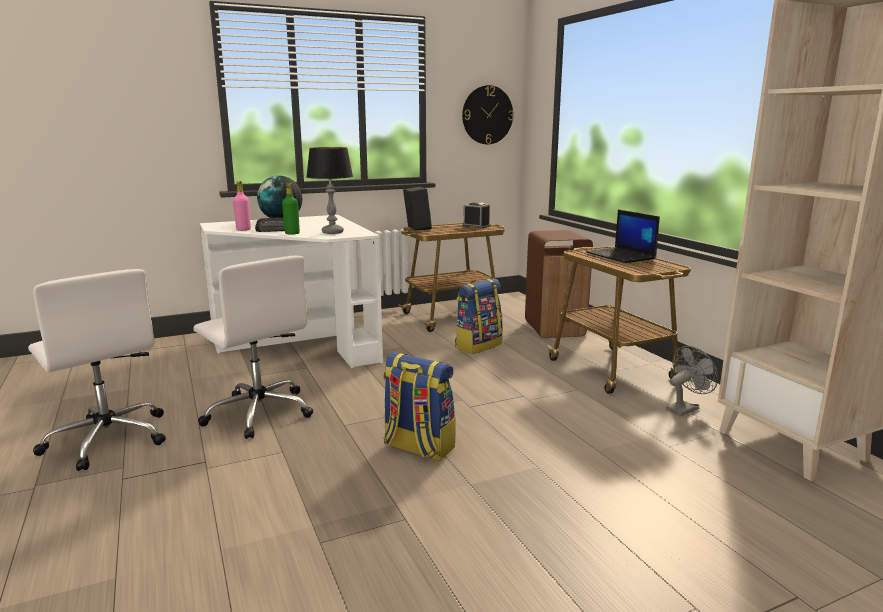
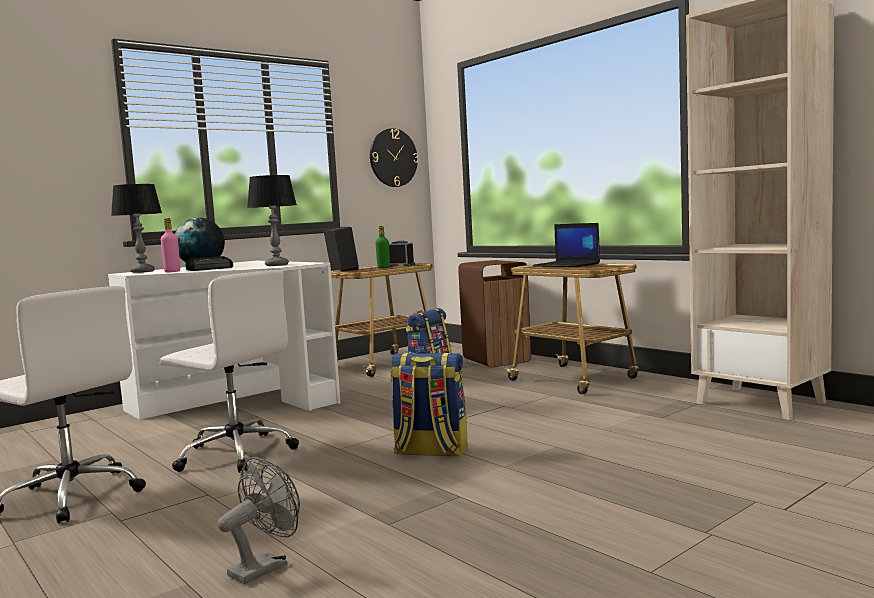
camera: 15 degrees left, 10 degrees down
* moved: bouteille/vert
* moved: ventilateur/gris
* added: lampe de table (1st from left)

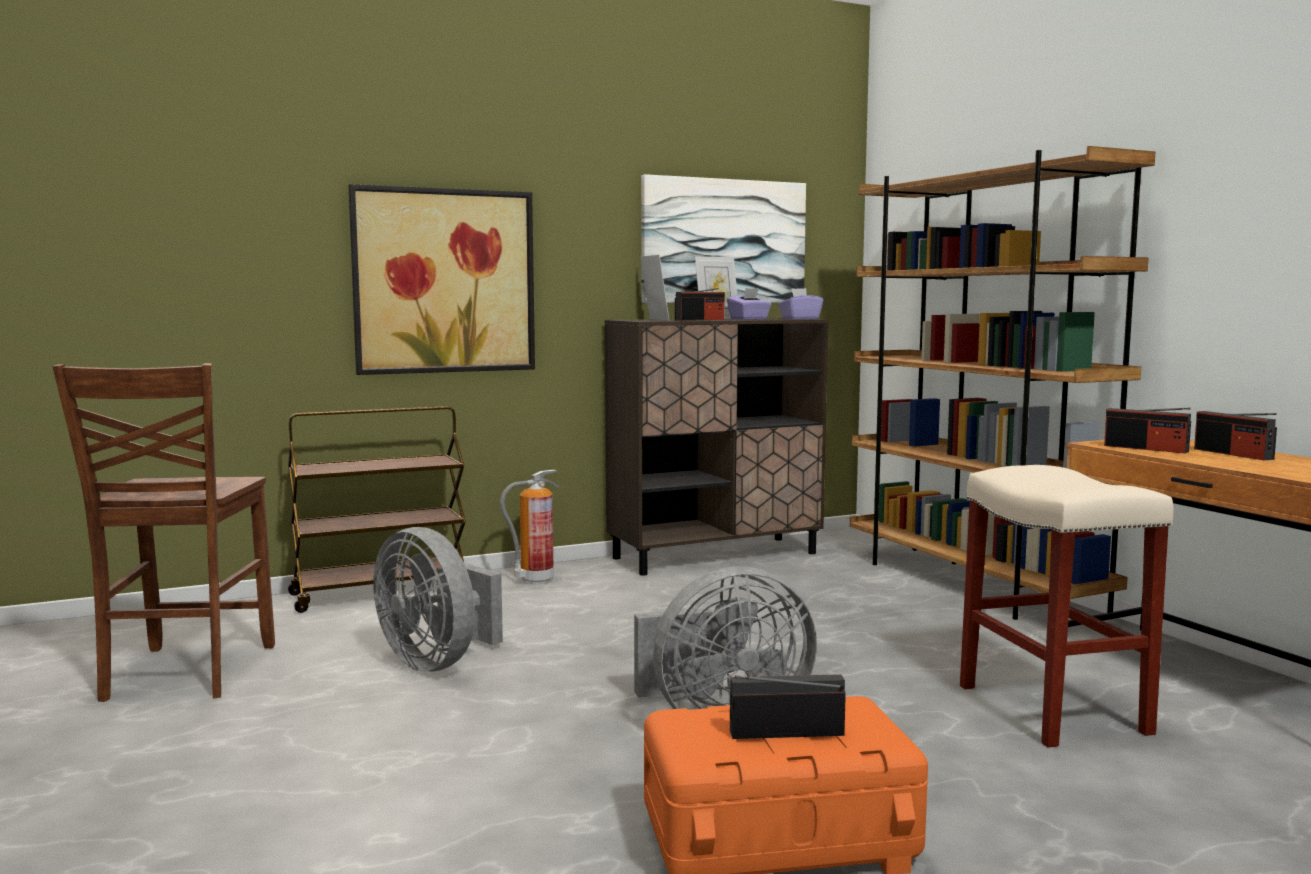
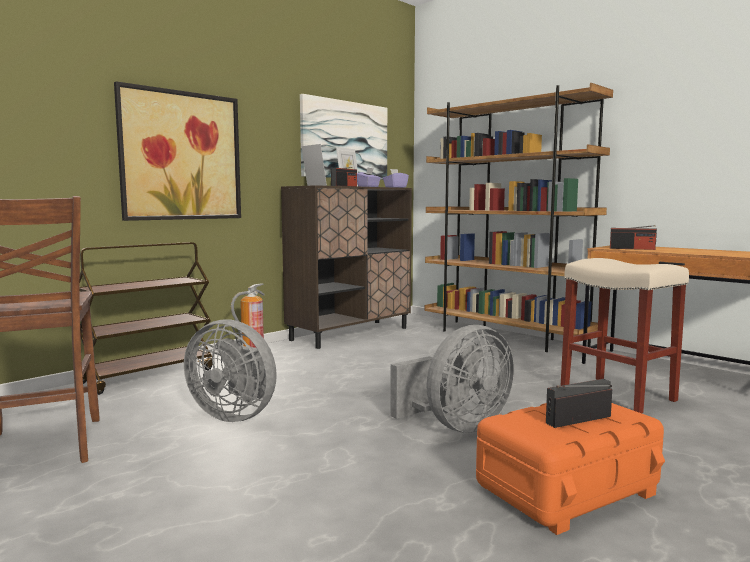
camera: 20 degrees left, 0 degrees up
* removed: radio (4th from left)

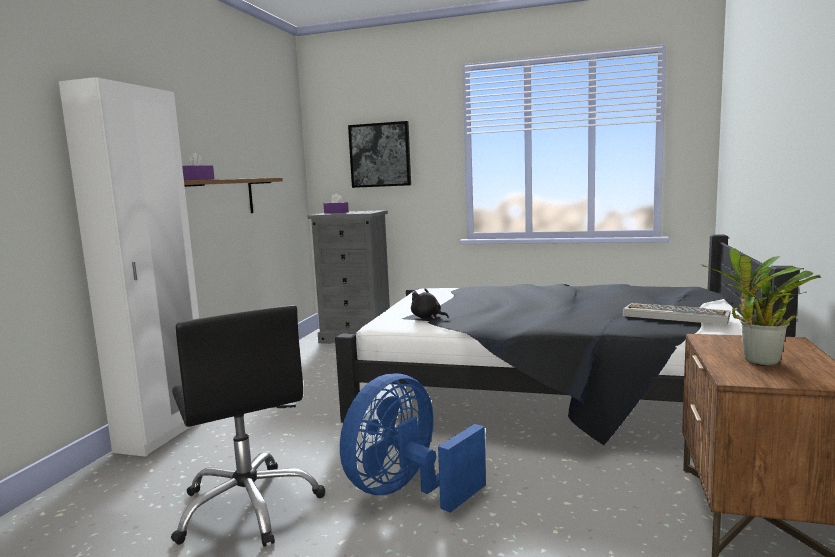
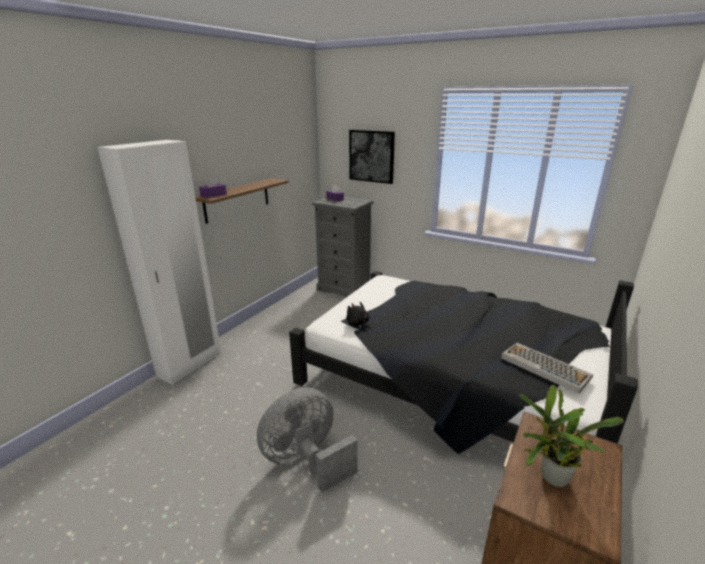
camera: 15 degrees right, 15 degrees up
* removed: chaise de bureau/noir
* recoloured: ventilateur/bleu to ventilateur/gris

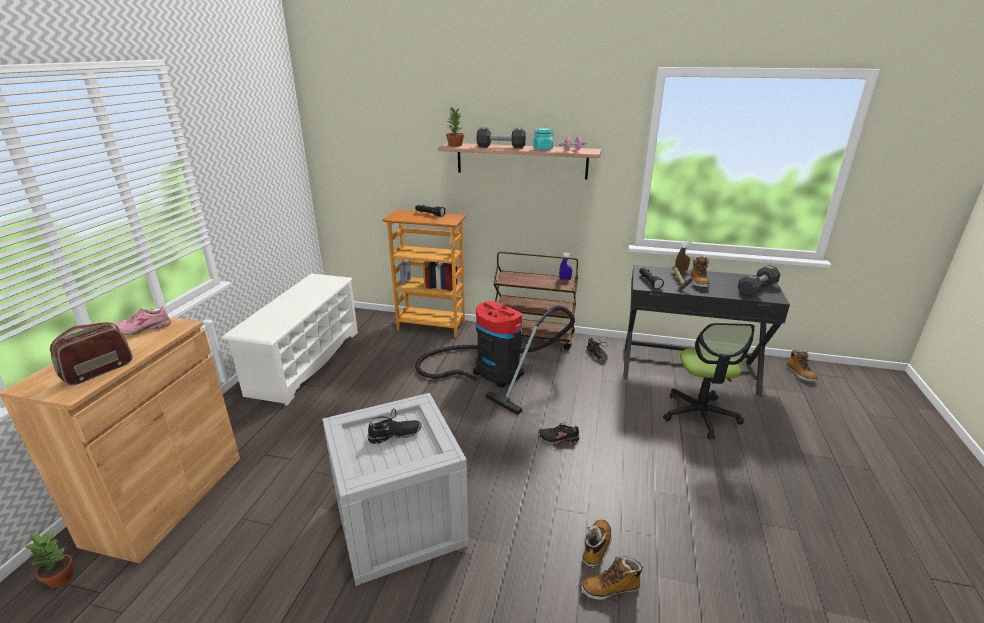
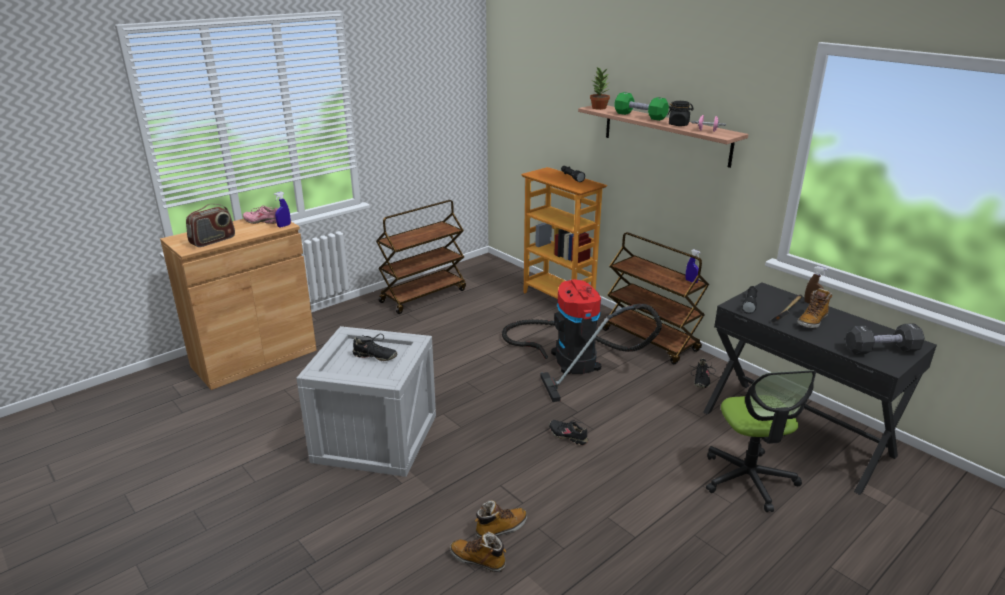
camera: 35 degrees right, 0 degrees up
* recoloured: haltère/noir (1st from left) to haltère/vert
* recoloured: bocal/turquoise to bocal/noir
* replaced: étagère à chaussures/blanc to chariot/marron (1st from left)
* turned: radio 150 degrees clockwise
* turned: chaise de bureau 45 degrees counterclockwise
* removed: botte (4th from left)
* removed: plante en pot (1st from left)
* added: vaporisateur/bleu (1st from left)

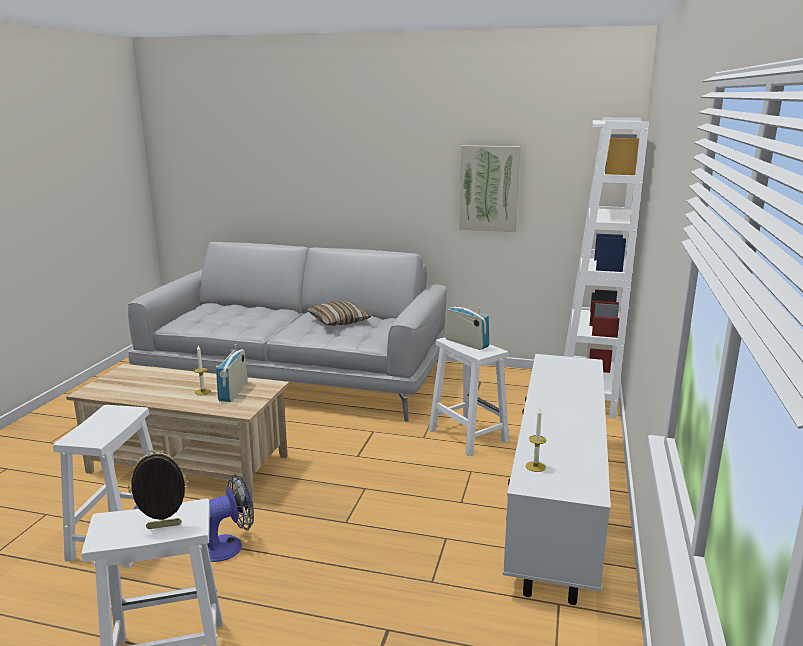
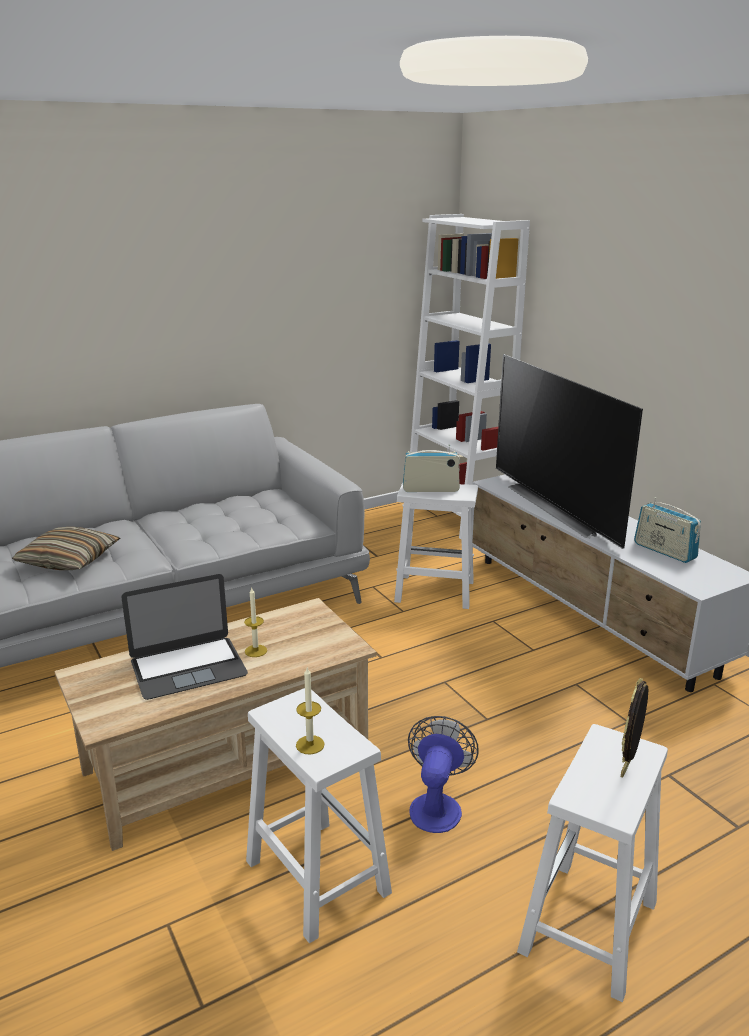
camera: 45 degrees left, 5 degrees up
* removed: tableau
* moved: coussin
* moved: radio (1st from left in the first image) to radio (2nd from left)
* moved: bougie (2nd from left)
* added: téléviseur
* added: ordinateur portable

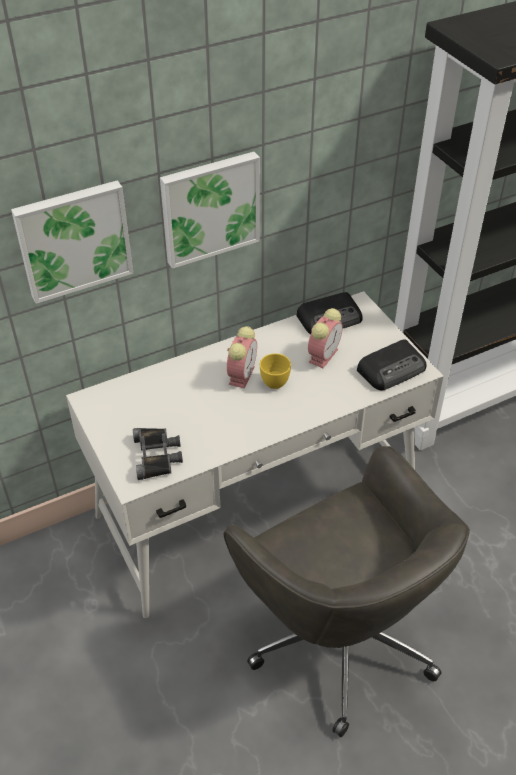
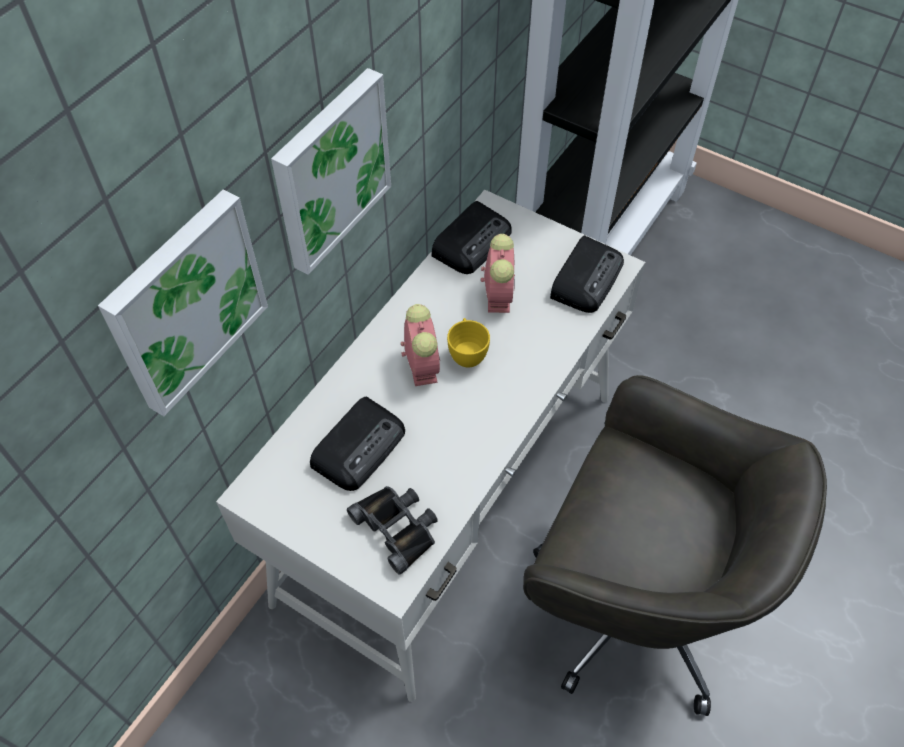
camera: 30 degrees left, 10 degrees up
* added: radio (1st from left)

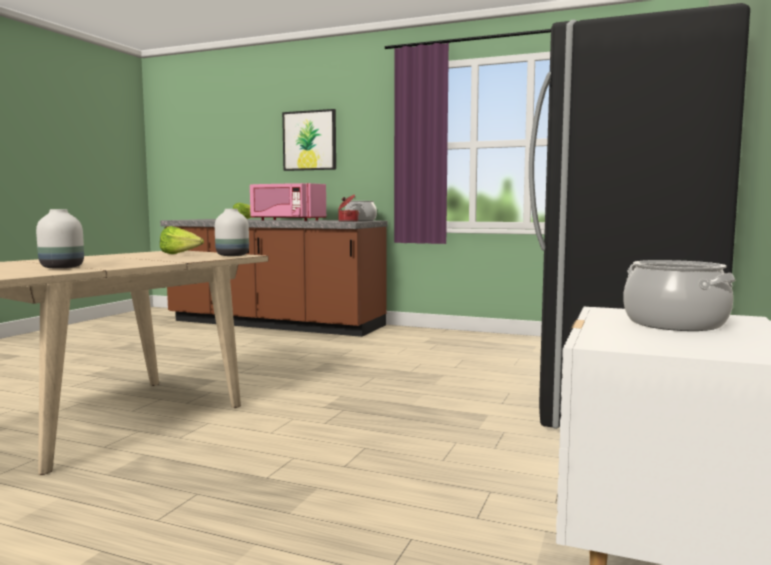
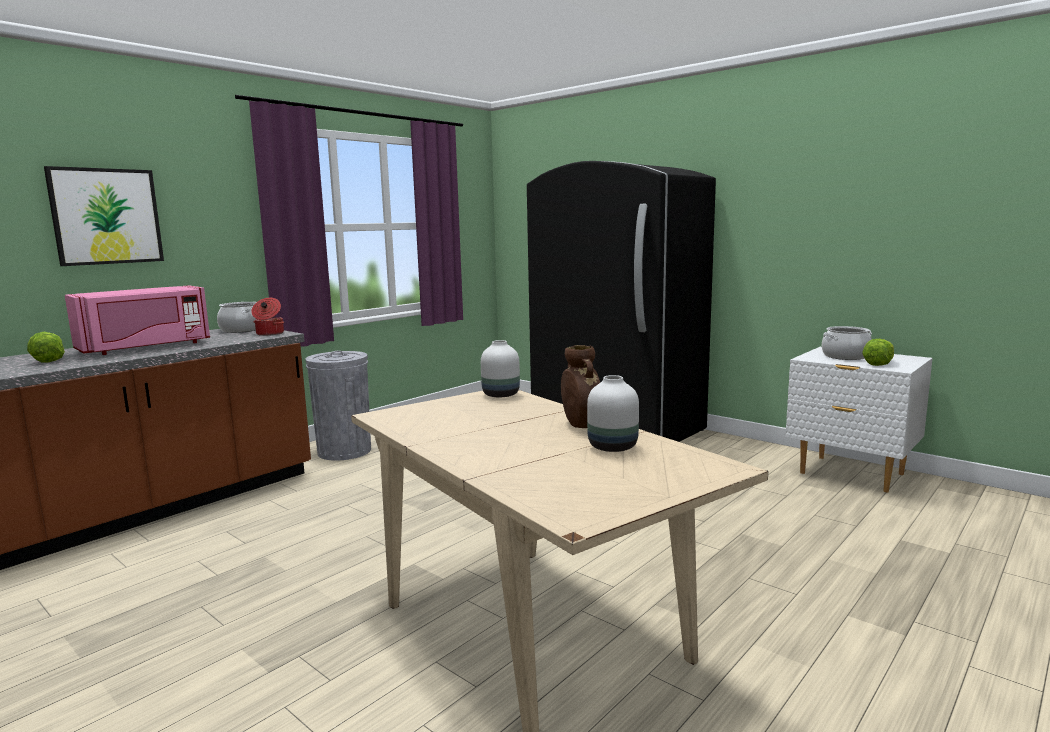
camera: 70 degrees left, 5 degrees up
* moved: laitue (1st from left in the first image) to laitue (2nd from left)
* added: vase/marron
* added: poubelle/gris

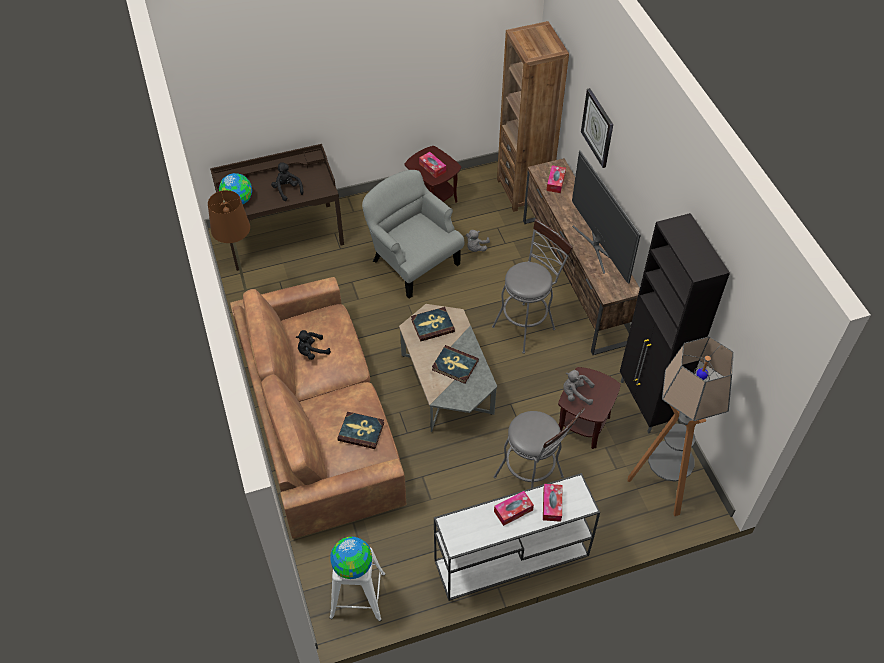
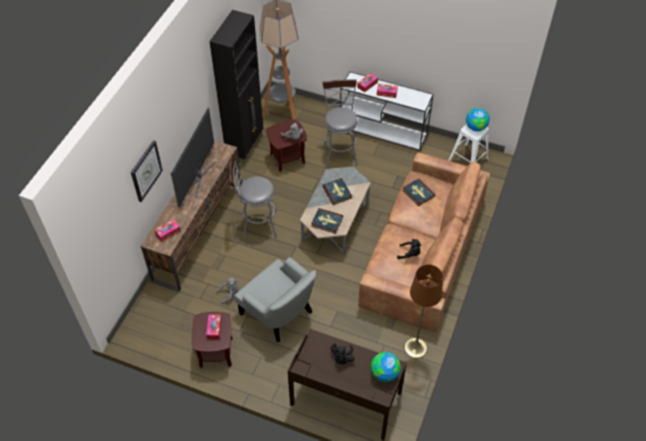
camera: 140 degrees left, 0 degrees up
* removed: bibliothèque/marron
* turned: fauteuil/gris 45 degrees counterclockwise

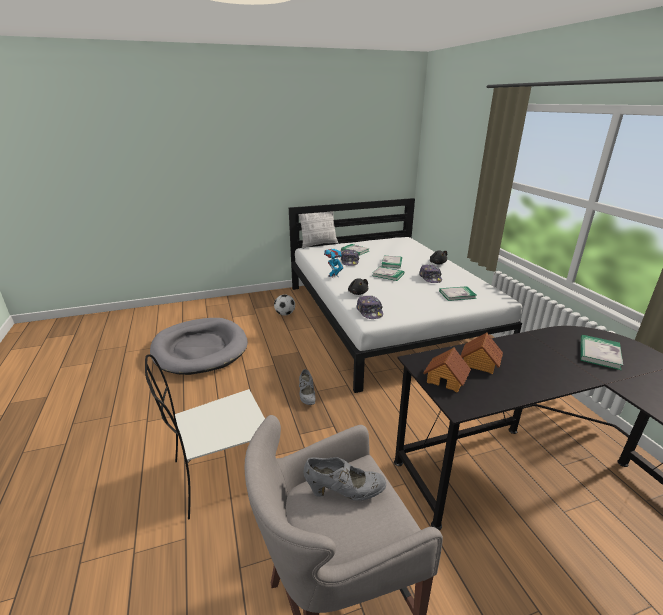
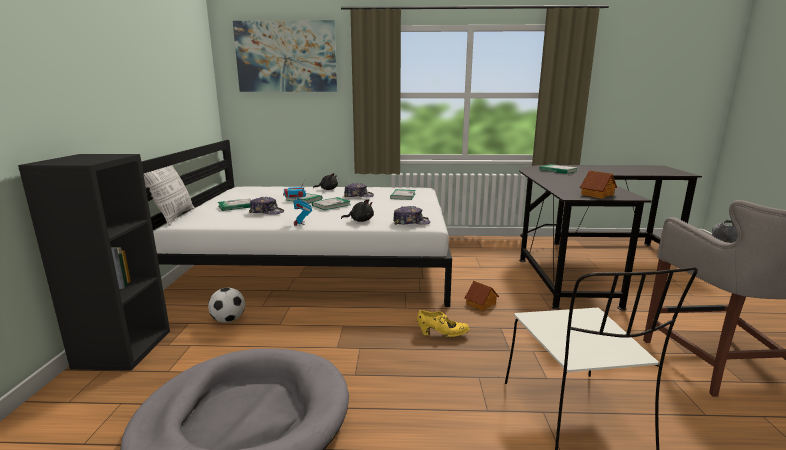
camera: 70 degrees left, 10 degrees down
* moved: maison miniature (2nd from left in the first image) to maison miniature (1st from left)
* recoloured: chaussure/gris (1st from left) to chaussure/jaune
* added: tableau
* added: bibliothèque/noir

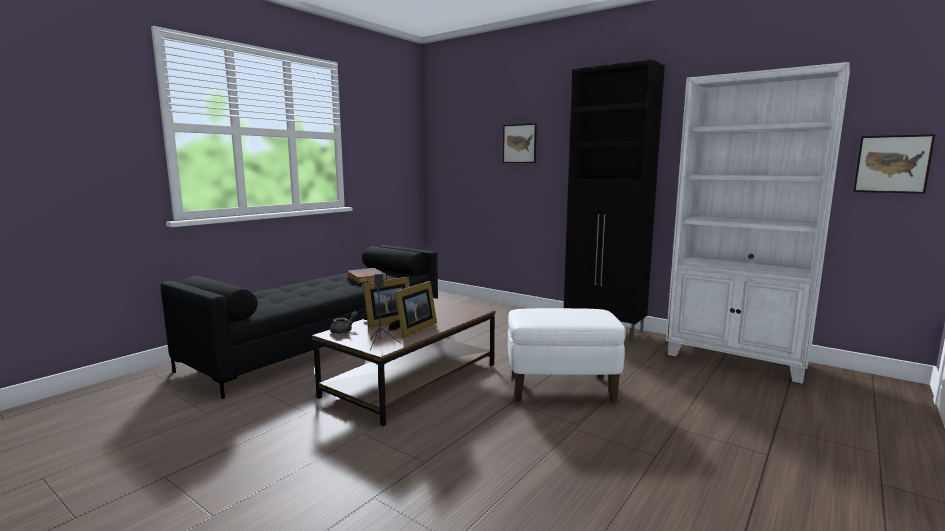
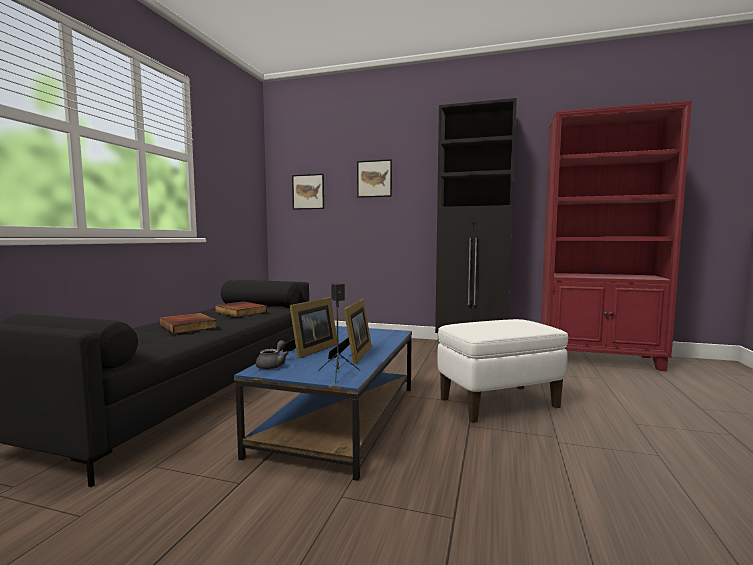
camera: 20 degrees left, 5 degrees down
* recoloured: bibliothèque/blanc to bibliothèque/rouge
* moved: tableau (2nd from left in the first image) to tableau (1st from left)
* recoloured: table basse/marron to table basse/bleu
* added: livre (1st from left)

